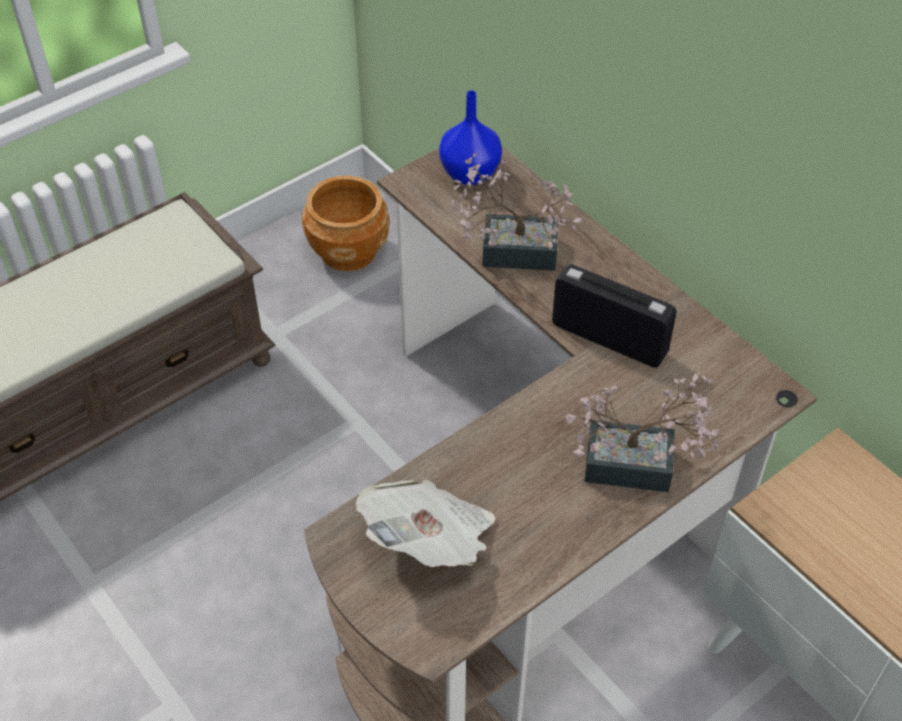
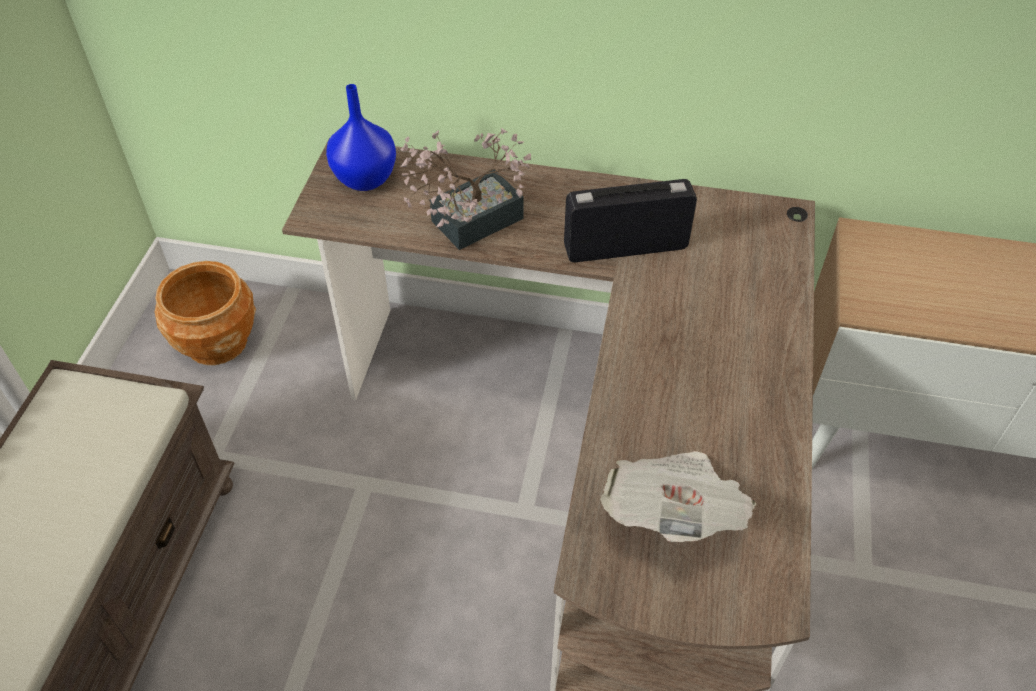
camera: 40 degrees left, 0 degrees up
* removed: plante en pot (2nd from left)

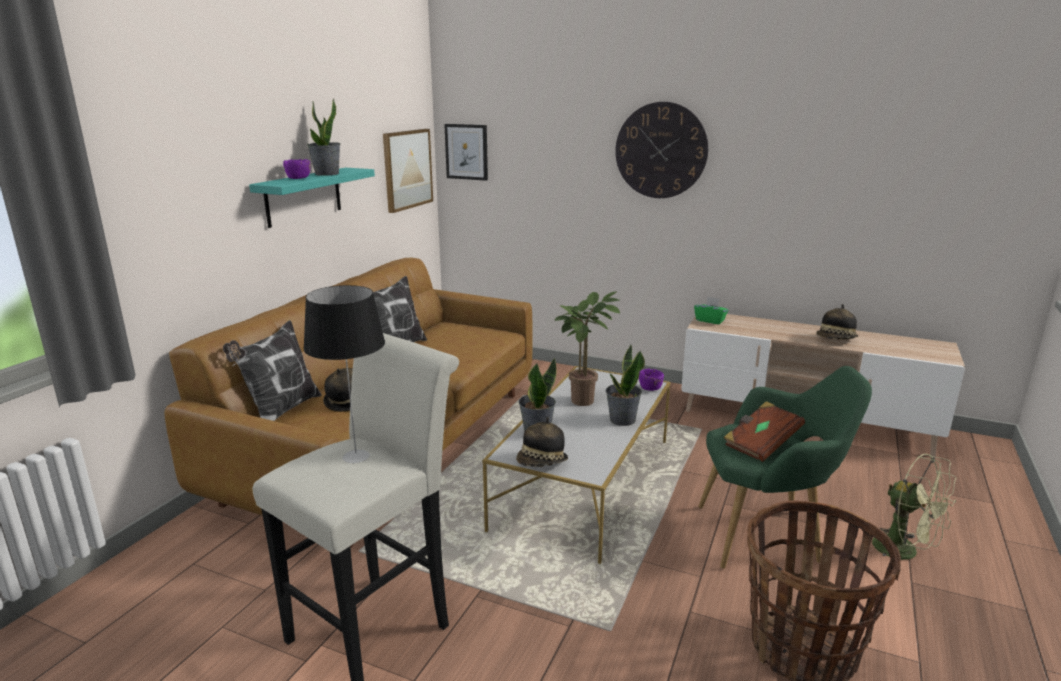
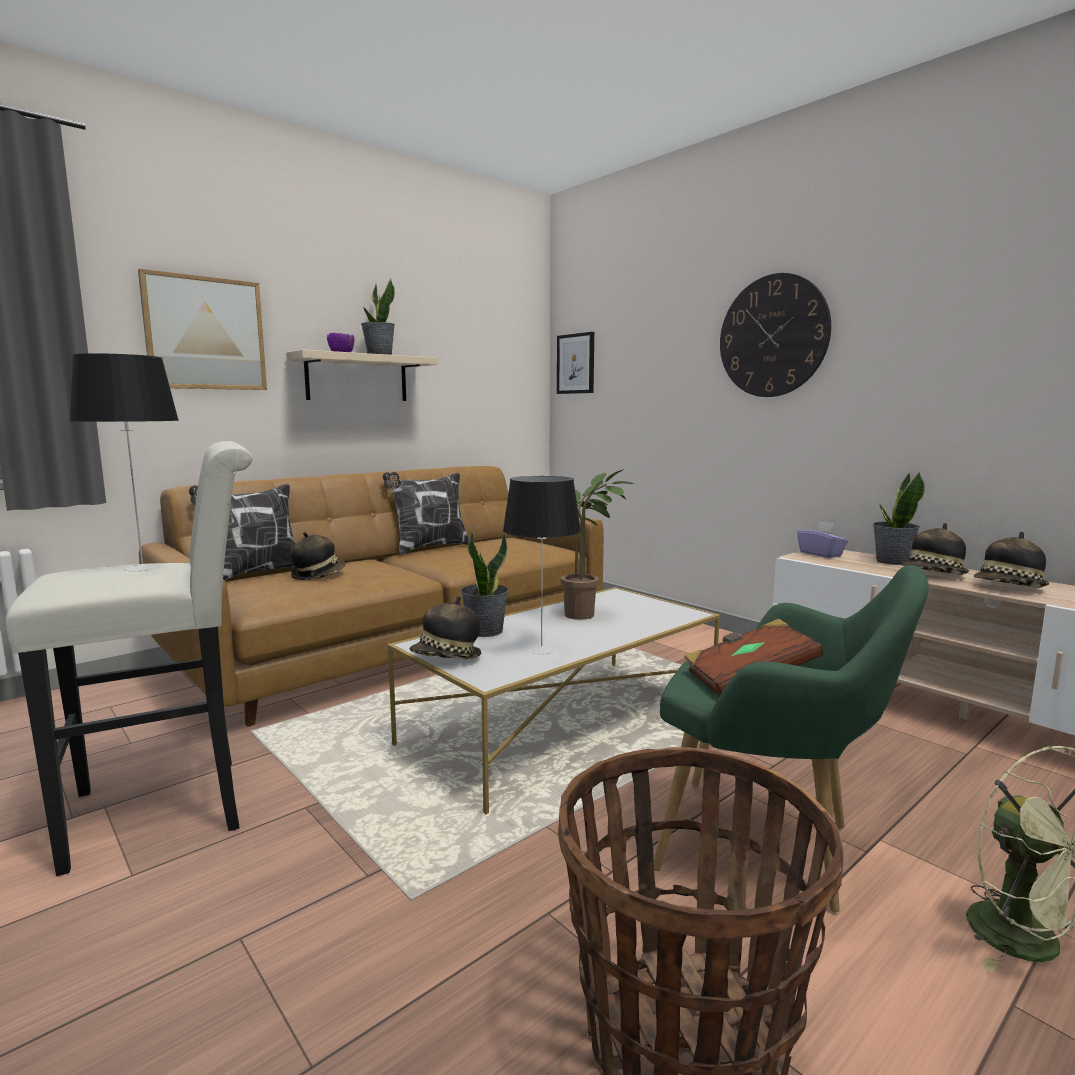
camera: 25 degrees right, 10 degrees down
* moved: tableau (1st from left)
* recoloured: étagère/turquoise to étagère/beige
* recoloured: boîte à mouchoirs/vert to boîte à mouchoirs/violet
* moved: plante en pot (4th from left)
* removed: bol/violet (2nd from left)
* added: lampe de table (2nd from left)
* added: chapeau (3rd from left)

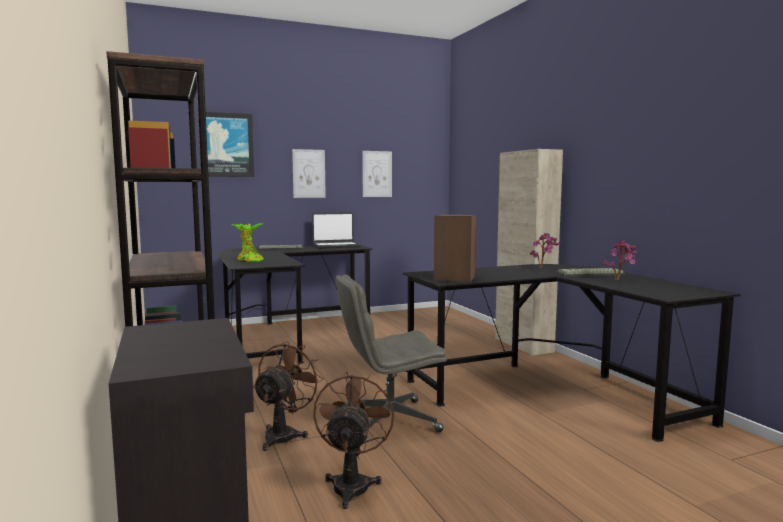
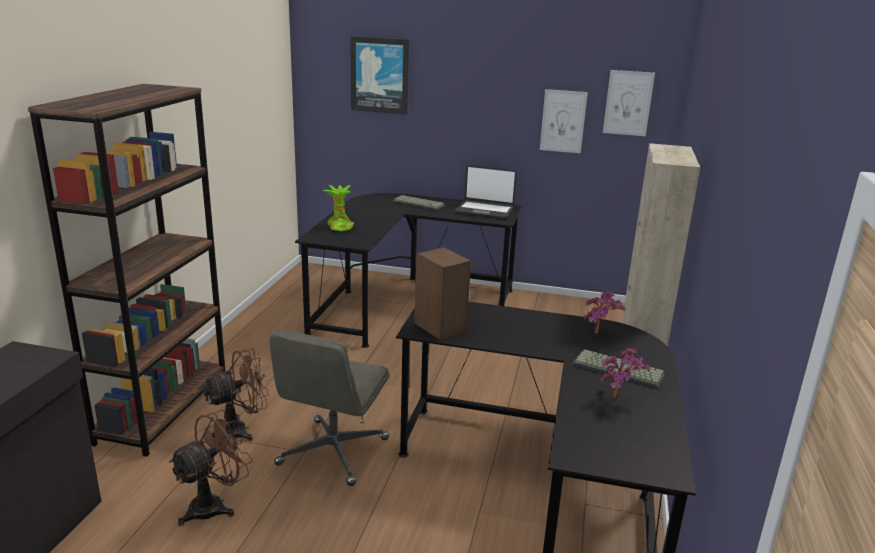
camera: 35 degrees right, 15 degrees up
* moved: tableau (2nd from left in the first image) to tableau (3rd from left)
* turned: chaise de bureau/gris 90 degrees counterclockwise

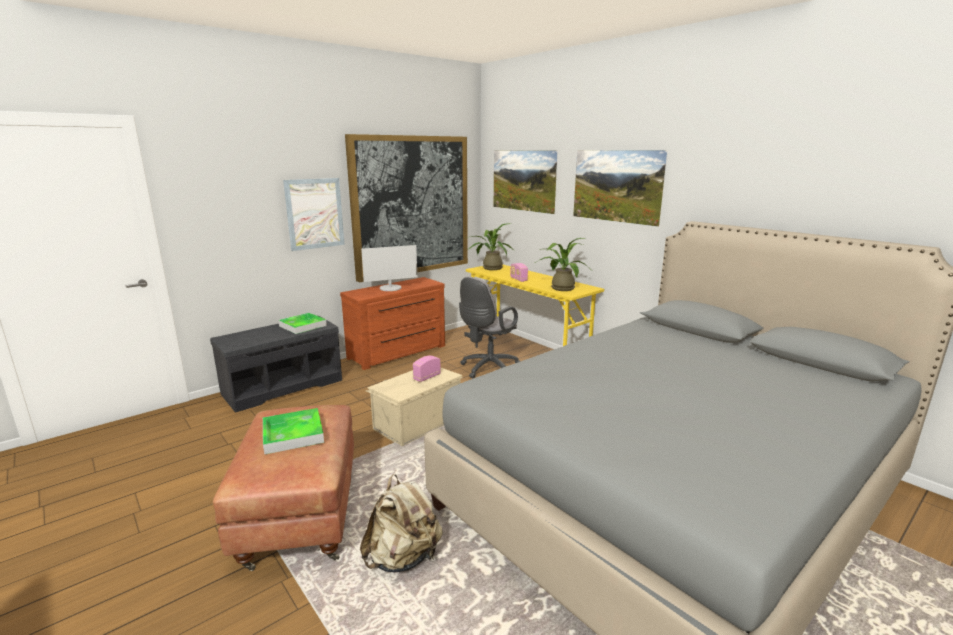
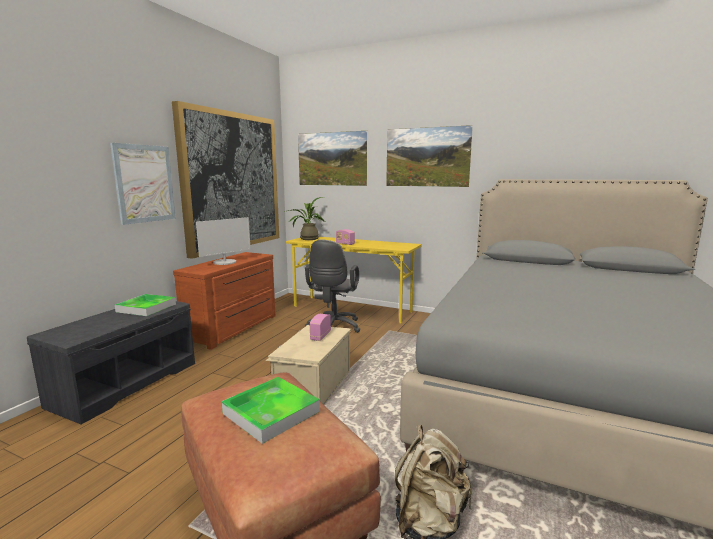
camera: 25 degrees left, 5 degrees down
* removed: plante en pot (2nd from left)

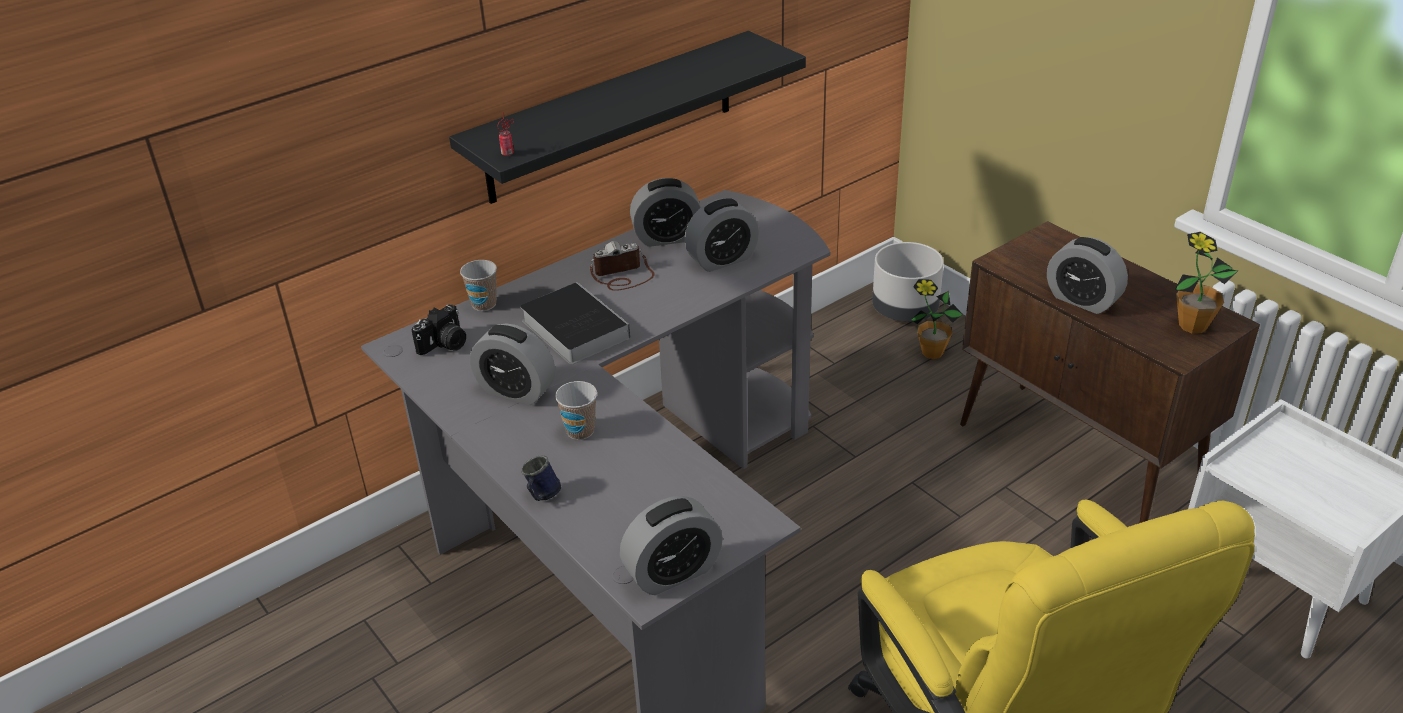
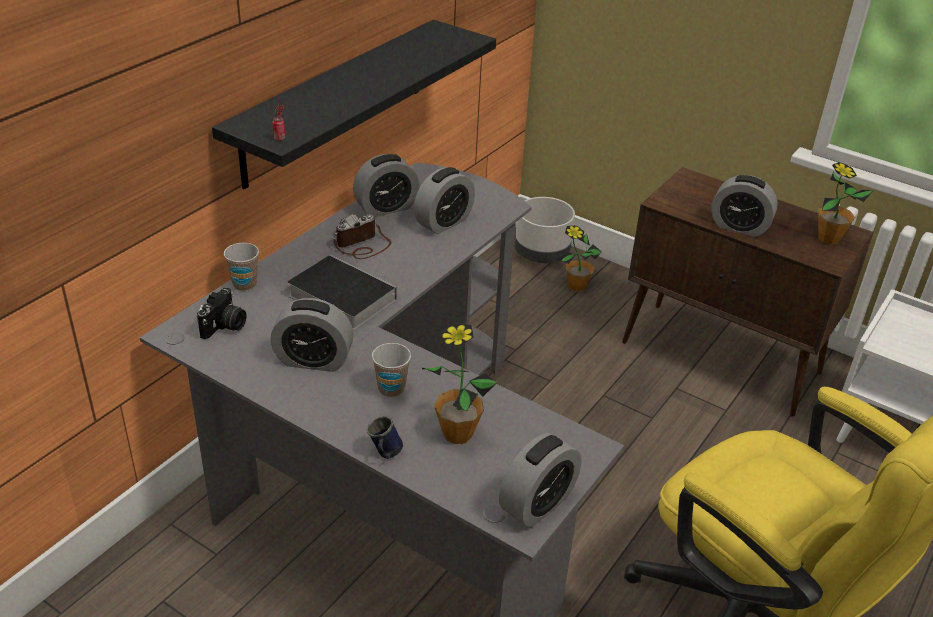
camera: 20 degrees left, 0 degrees up
* added: plante en pot (1st from left)

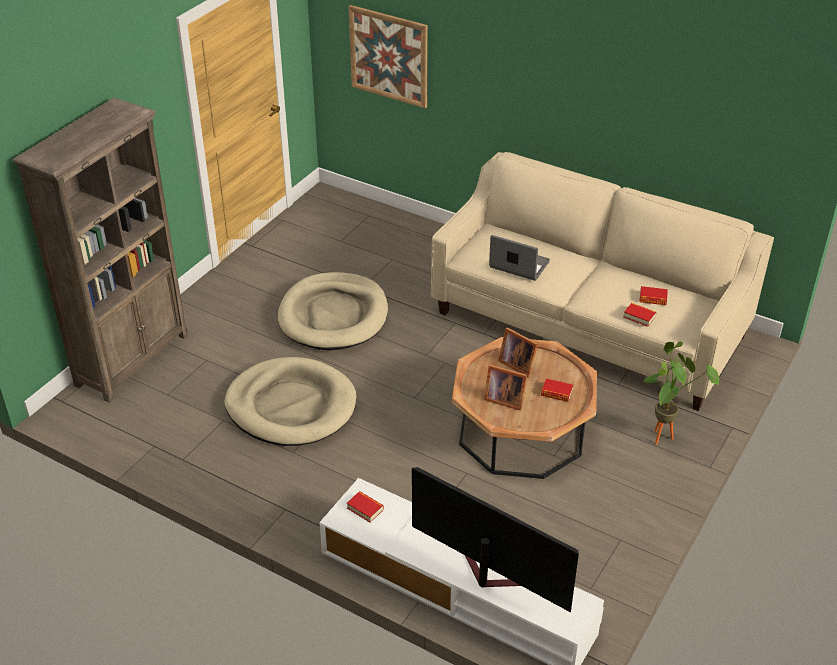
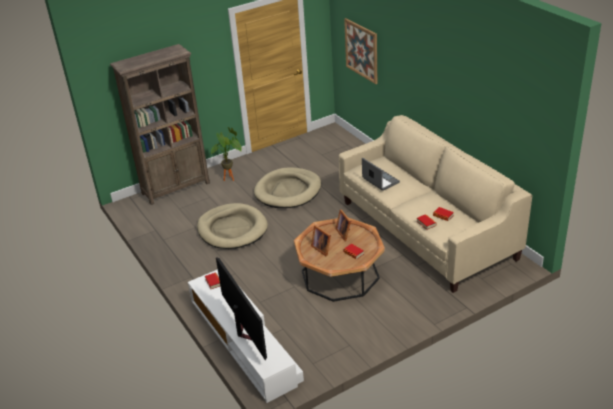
camera: 30 degrees right, 5 degrees down
* moved: plante en pot

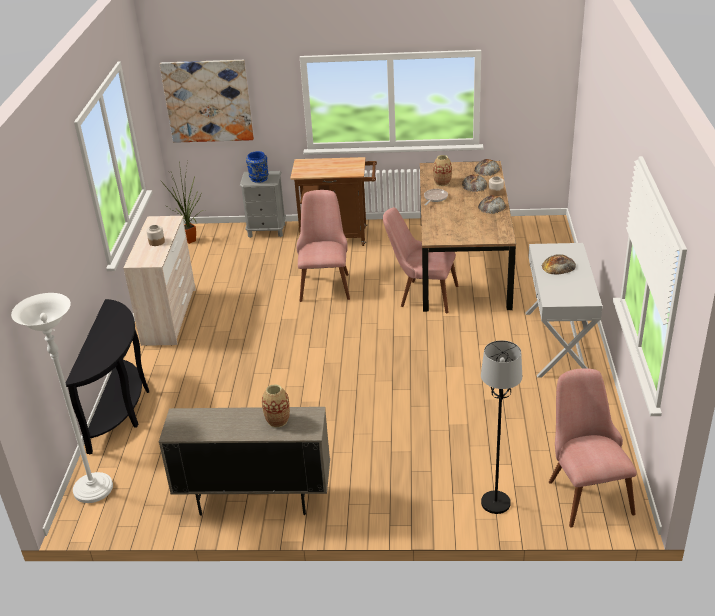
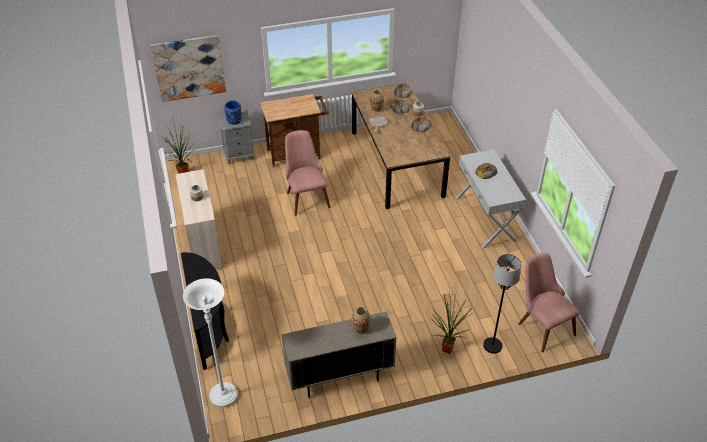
camera: 20 degrees left, 10 degrees up
* removed: chaise/rose (2nd from left)
* added: plante en pot (2nd from left)

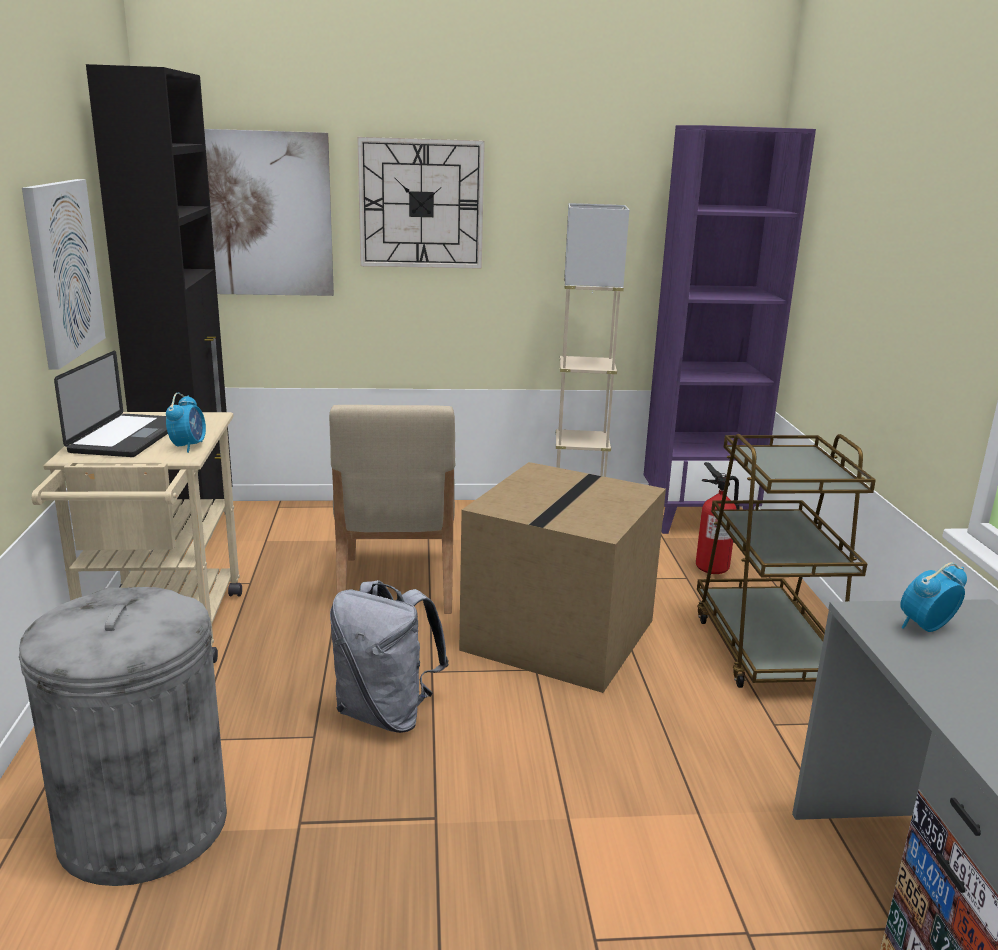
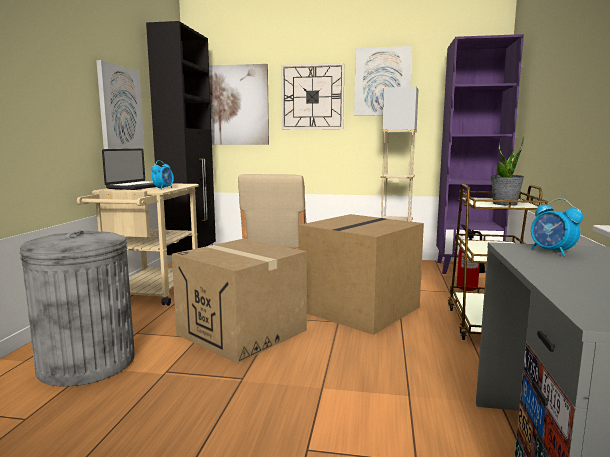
camera: 15 degrees right, 10 degrees down
* turned: réveil (2nd from left) 105 degrees counterclockwise
* replaced: sac à dos/gris to carton (1st from left)
* added: tableau (3rd from left)
* added: plante en pot

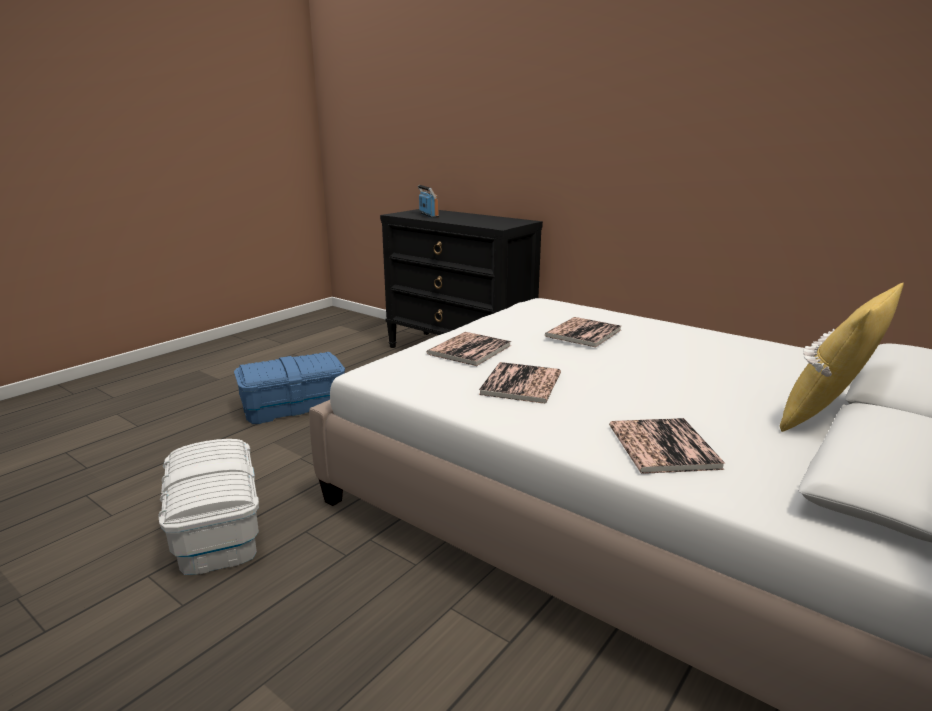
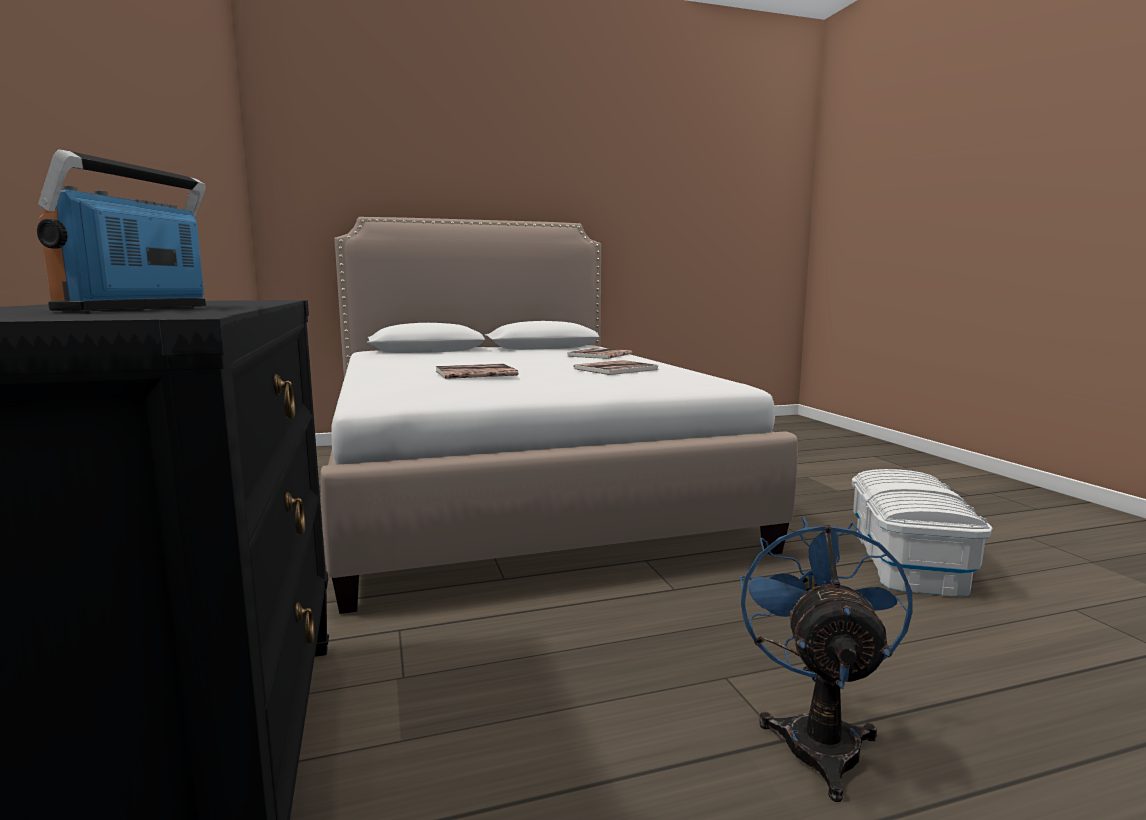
camera: 145 degrees left, 10 degrees down
* removed: coussin/jaune
* removed: livre (1st from left)
* replaced: boîte de rangement/bleu to ventilateur/bleu

